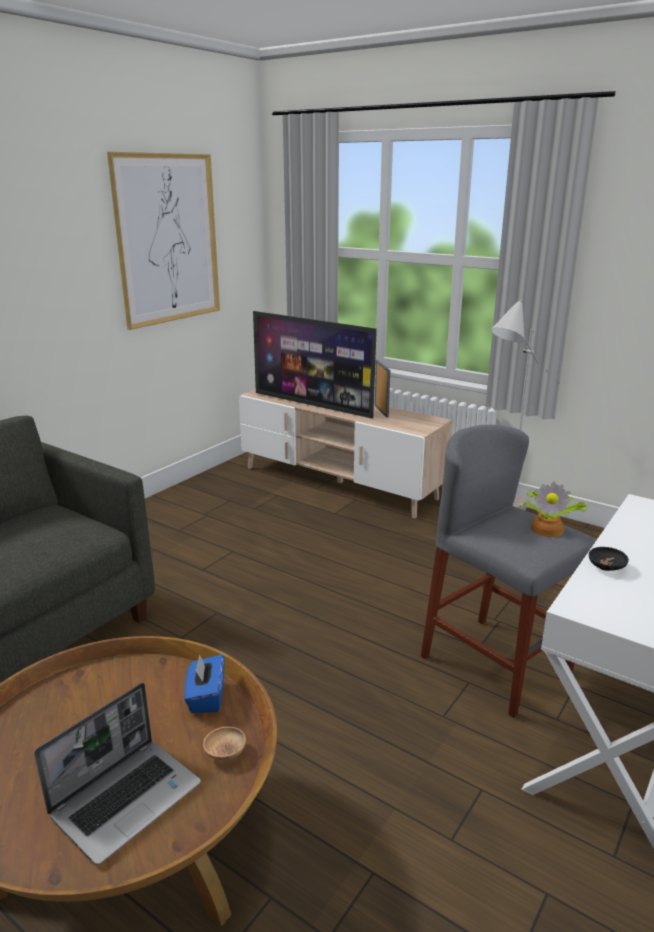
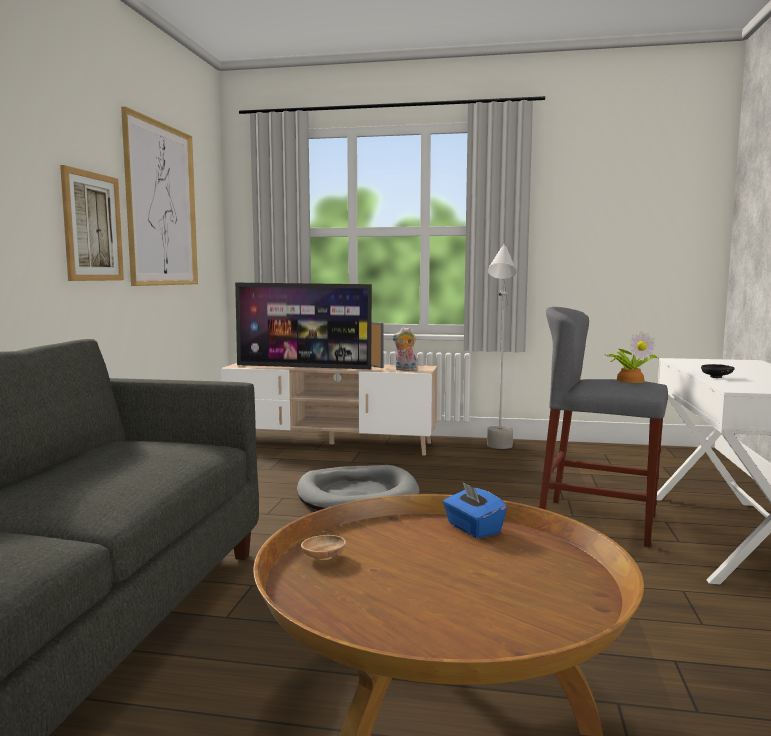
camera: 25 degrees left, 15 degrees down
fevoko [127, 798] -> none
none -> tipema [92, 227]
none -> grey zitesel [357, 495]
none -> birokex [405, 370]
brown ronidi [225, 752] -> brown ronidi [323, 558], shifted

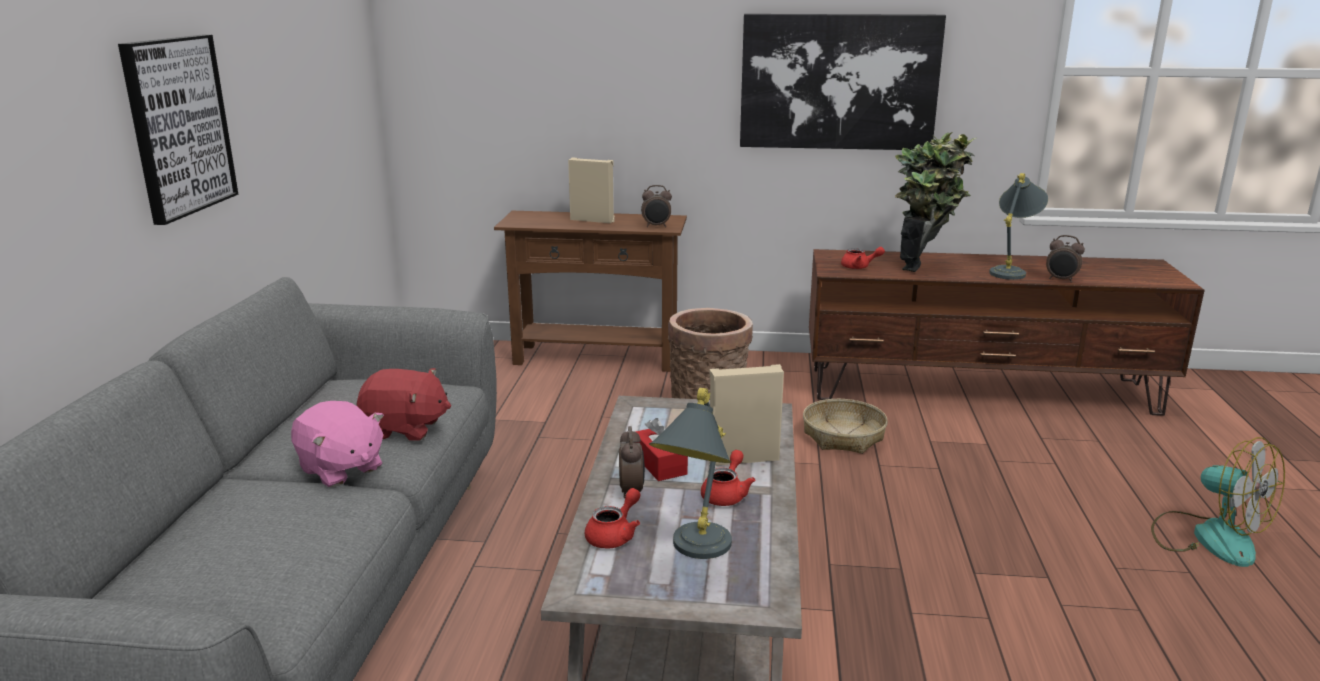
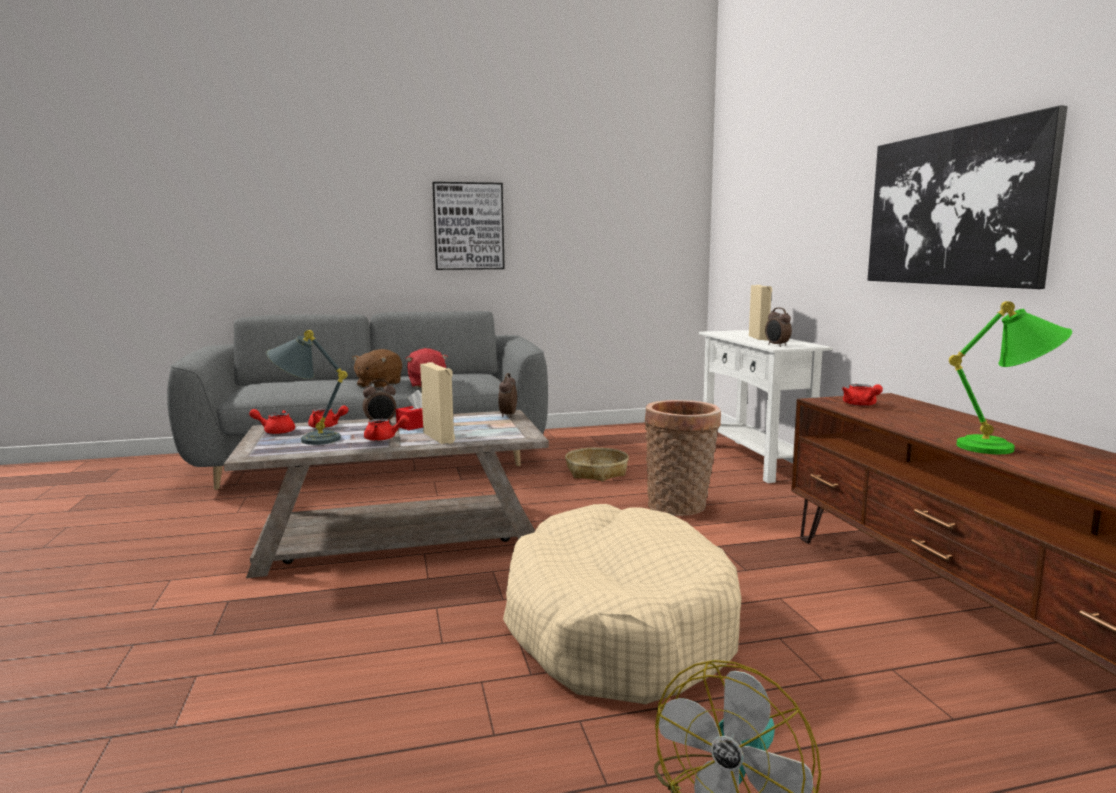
camera: 70 degrees right, 10 degrees down
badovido [924, 266] -> none
none -> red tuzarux [275, 431]
none -> beige zitesel [617, 626]
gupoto [843, 436] -> gupoto [597, 472], shifted
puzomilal [1061, 280] -> puzomilal [507, 415], shifted
pink birokex [340, 469] -> brown birokex [378, 385]
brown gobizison [596, 357] -> white gobizison [753, 460]
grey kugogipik [1011, 271] -> green kugogipik [1006, 449]

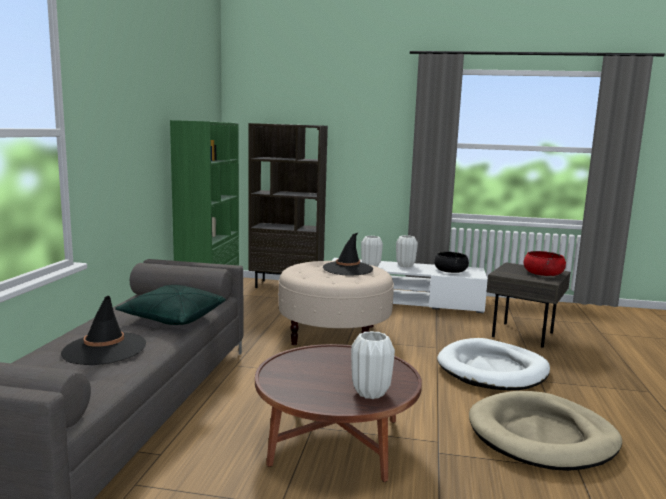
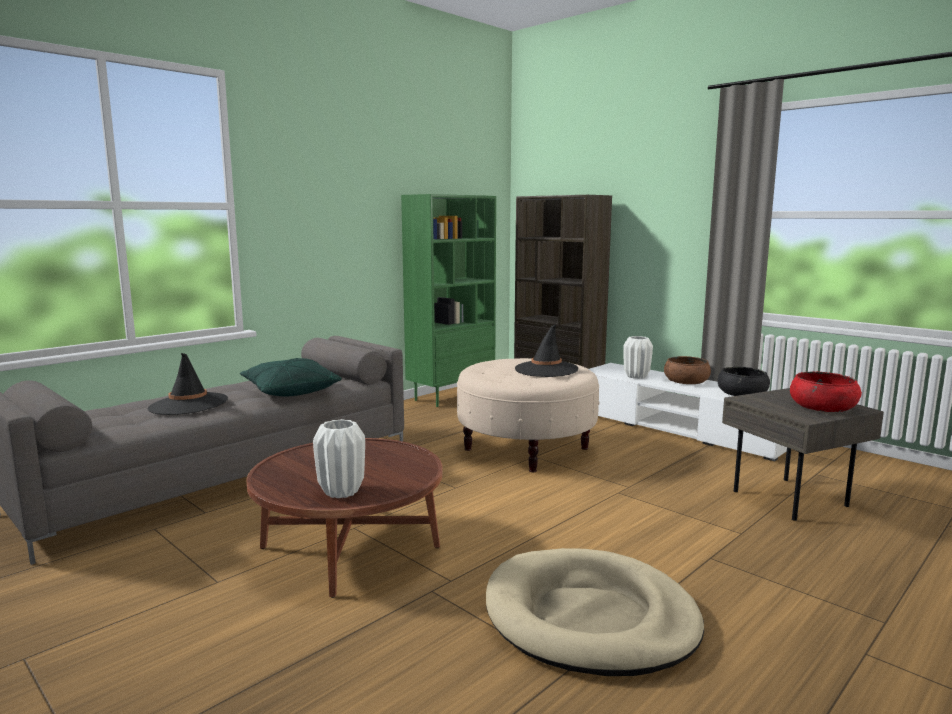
camera: 35 degrees right, 0 degrees up
white zitesel [492, 369] -> none
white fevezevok [405, 266] -> brown ronidi [686, 381]

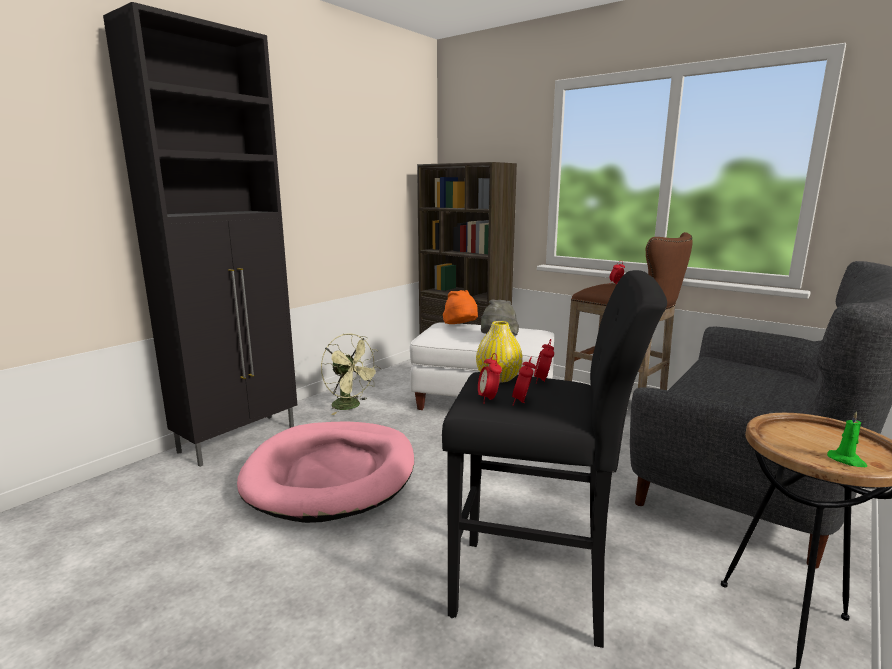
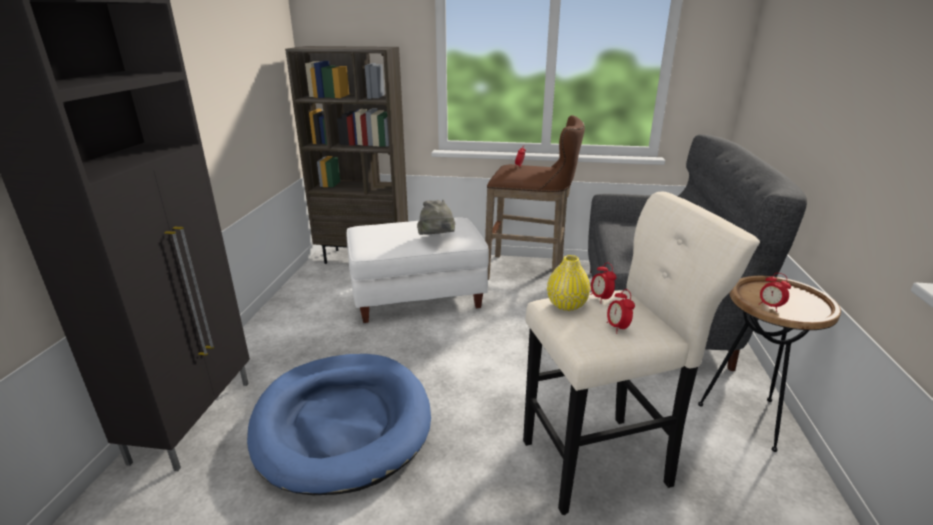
camera: 30 degrees left, 10 degrees up
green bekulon [351, 406] -> none
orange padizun [461, 327] -> none
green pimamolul [847, 460] -> none
puzomilal [488, 399] -> puzomilal [770, 306], shifted
pink zitesel [331, 474] -> blue zitesel [342, 423]
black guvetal [538, 590] -> beige guvetal [602, 461]

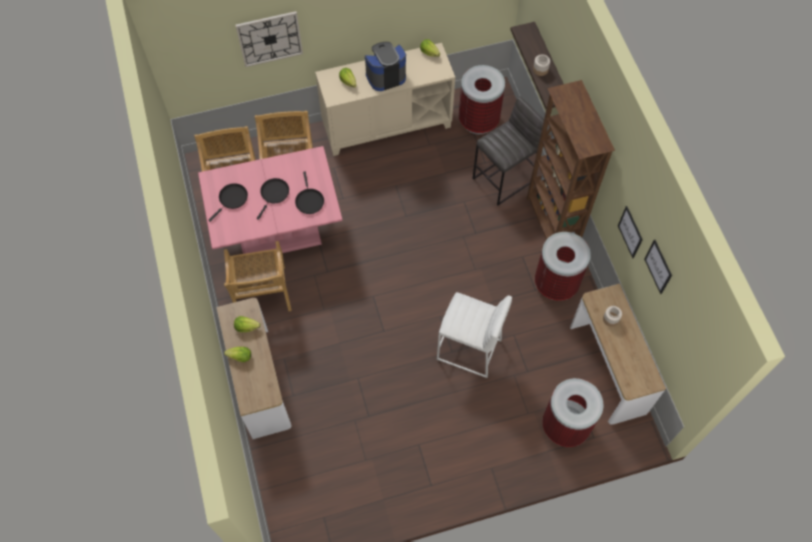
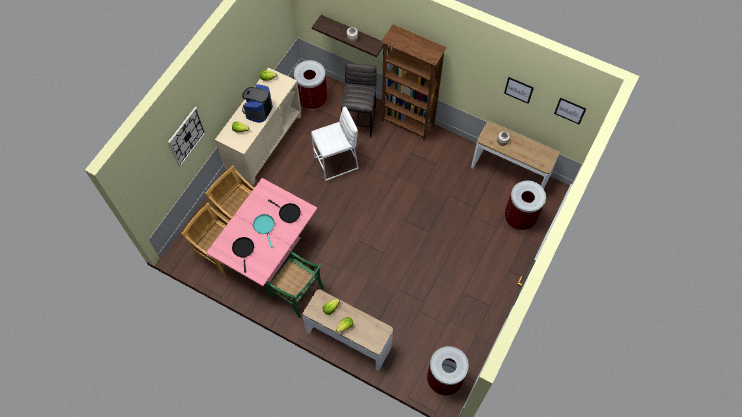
camera: 45 degrees left, 0 degrees up
white guvetal [469, 350] -> white guvetal [337, 163], shifted
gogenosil [555, 284] -> gogenosil [444, 379], shifted
tipema [630, 232] -> tipema [570, 110], shifted
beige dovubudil [262, 294] -> green dovubudil [297, 293]
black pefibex [274, 194] -> turquoise pefibex [264, 226]

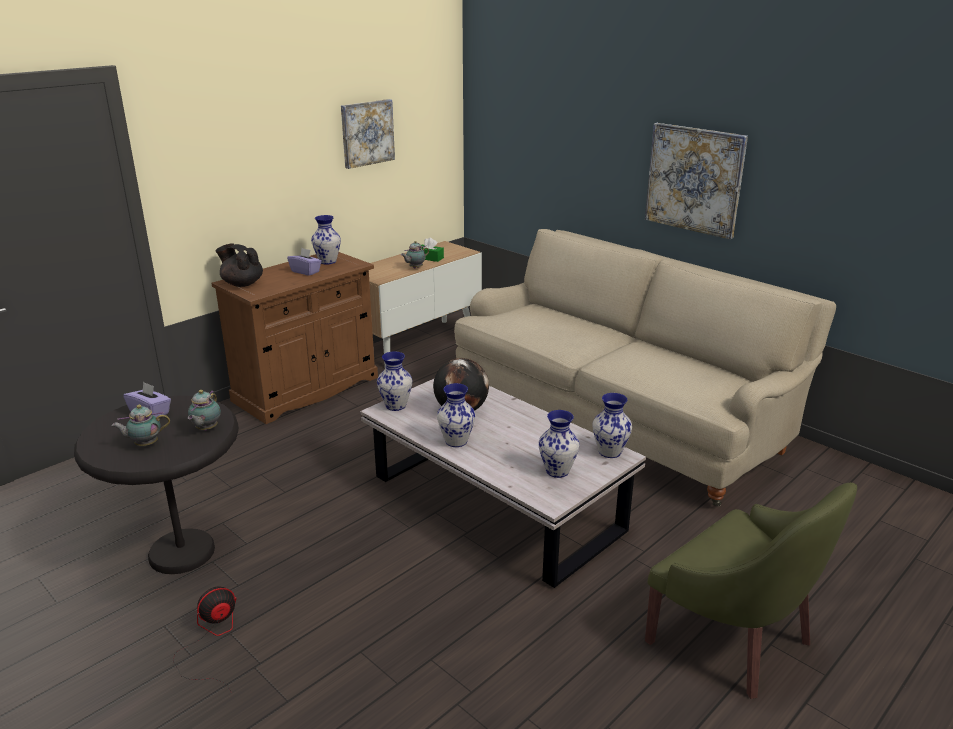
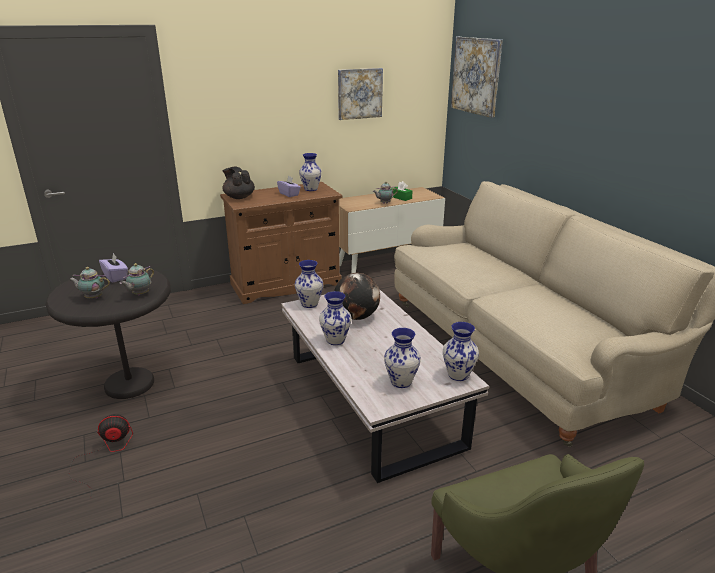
camera: 20 degrees right, 0 degrees up
tipema [694, 179] -> tipema [476, 76], shifted

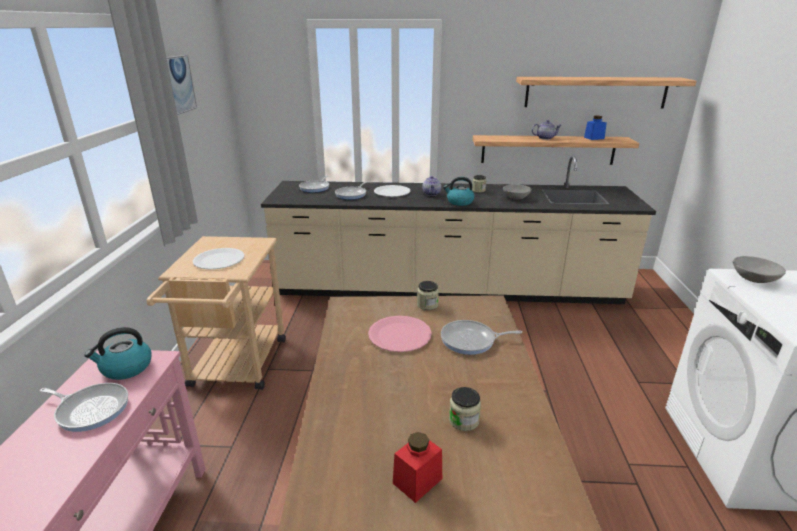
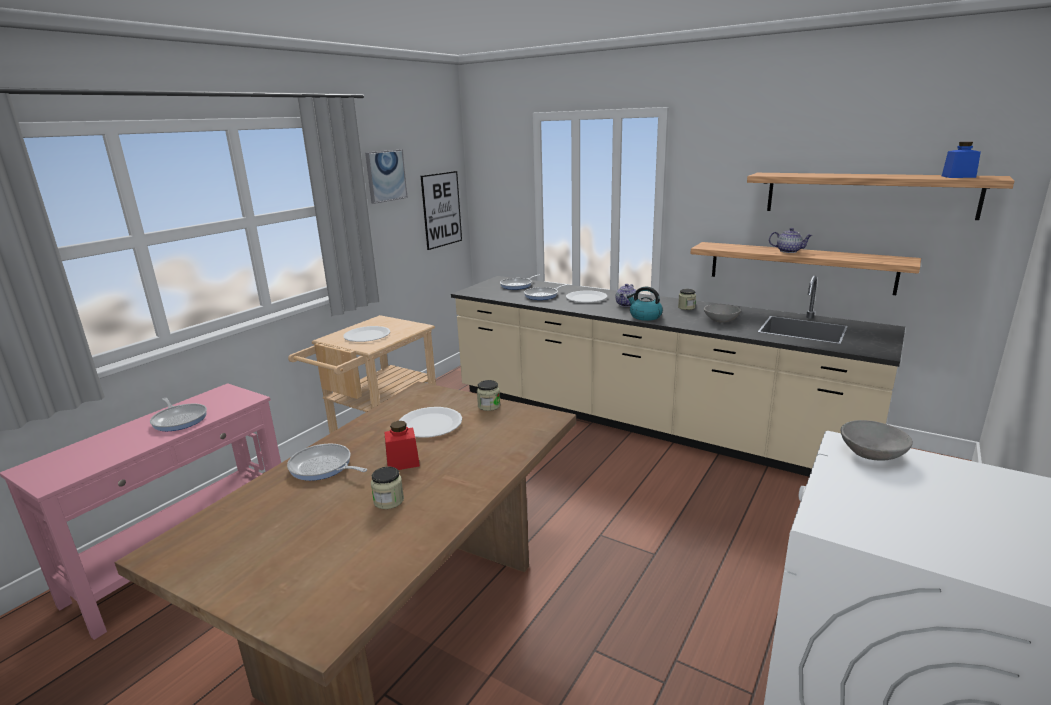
camera: 30 degrees right, 5 degrees down
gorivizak [126, 368] -> none
none -> tipema [441, 209]
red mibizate [417, 481] -> red mibizate [403, 462], shifted
pefibex [471, 341] -> pefibex [323, 467], shifted
blue mibizate [594, 138] -> blue mibizate [958, 176], shifted
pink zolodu [399, 335] -> white zolodu [430, 424]

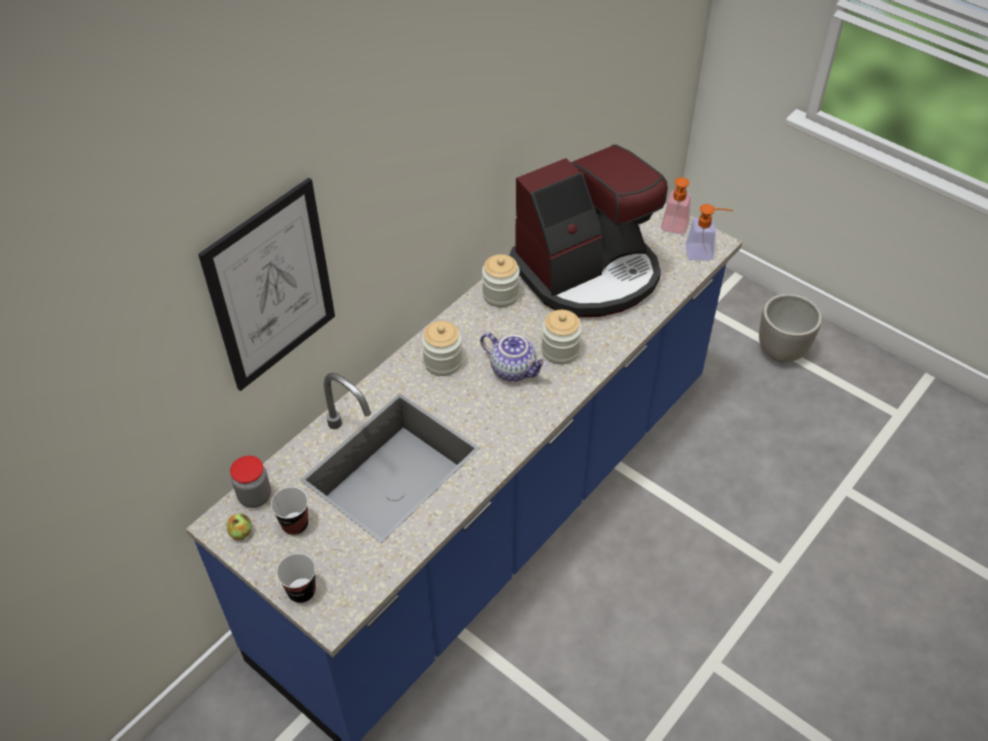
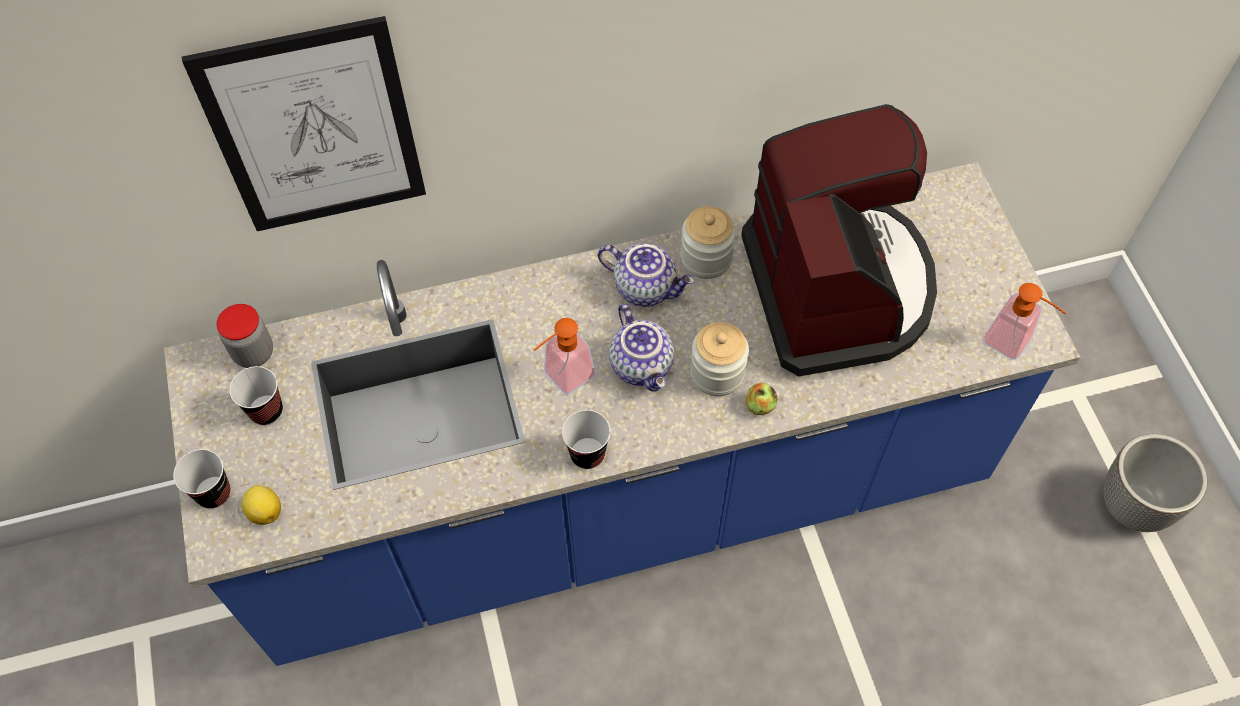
camera: 35 degrees right, 10 degrees up
mibizate [443, 362] -> none
none -> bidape [265, 511]
none -> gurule [587, 454]
none -> tuzarux [646, 287]
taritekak [241, 532] -> taritekak [759, 406], shifted
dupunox [673, 229] -> dupunox [562, 378], shifted
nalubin [588, 273] -> nalubin [837, 288], 105 degrees counterclockwise

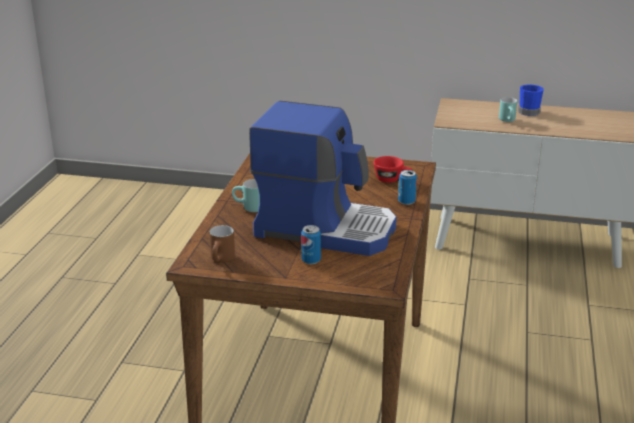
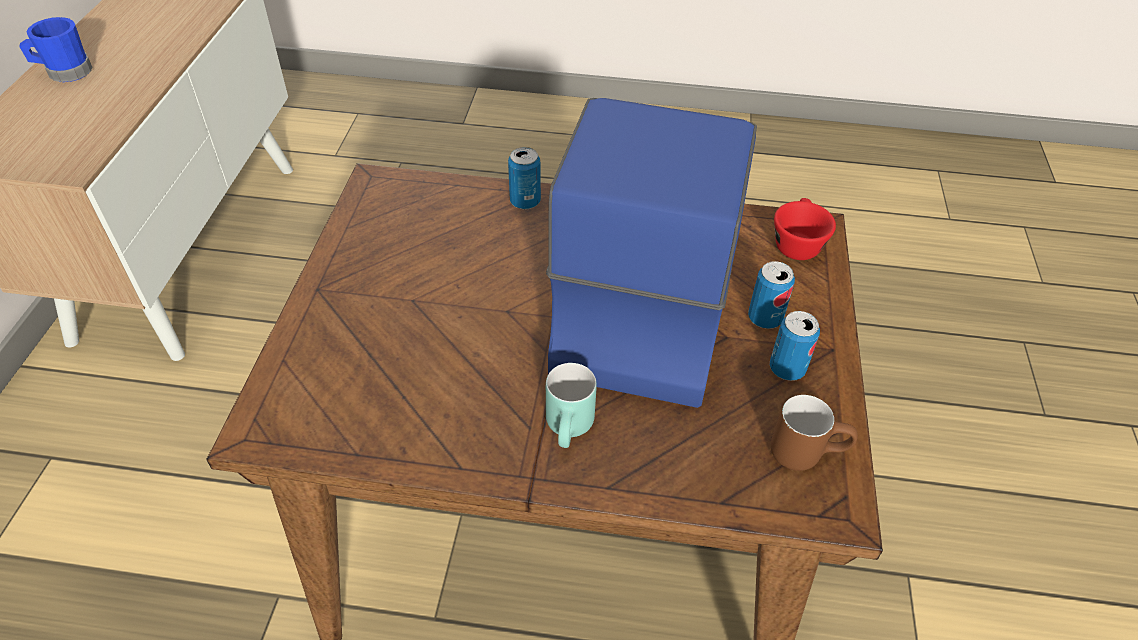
camera: 95 degrees left, 20 degrees up
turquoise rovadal [509, 121] -> none
none -> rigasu [787, 369]
red gurule [392, 179] -> red gurule [796, 242], shifted

